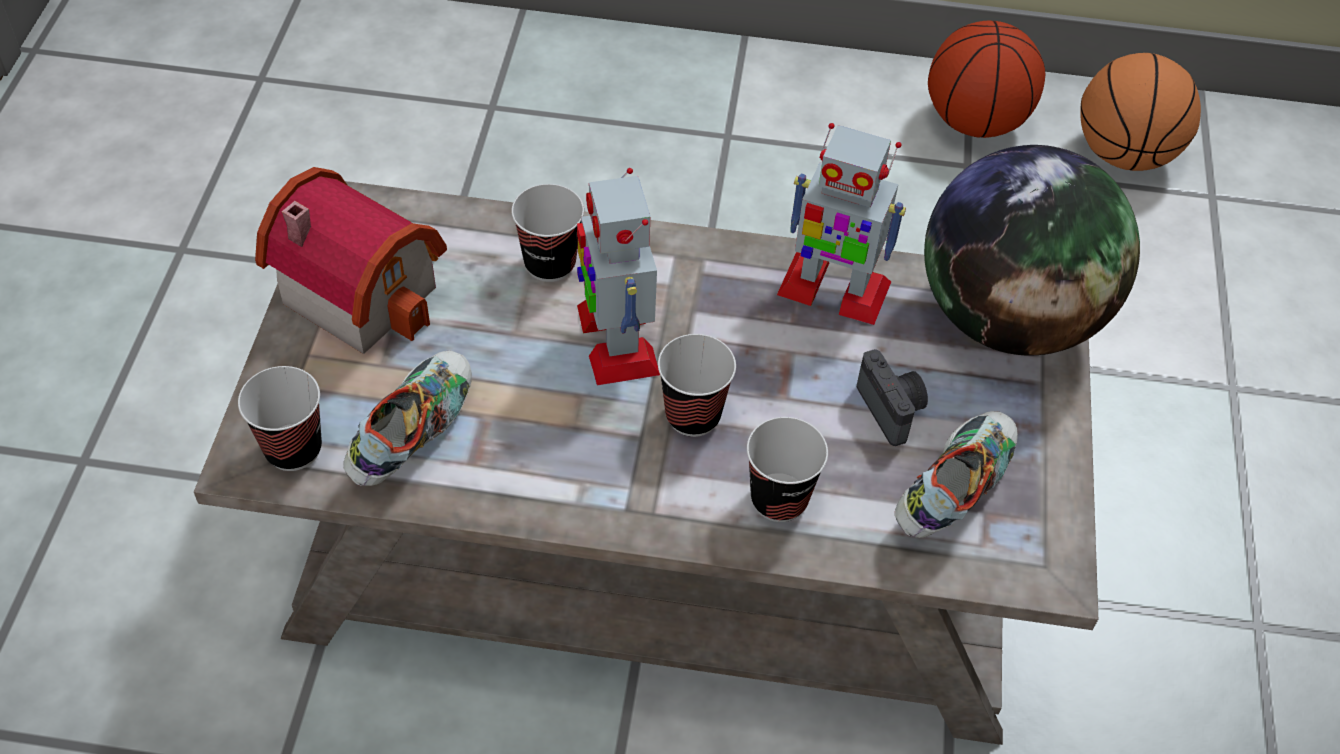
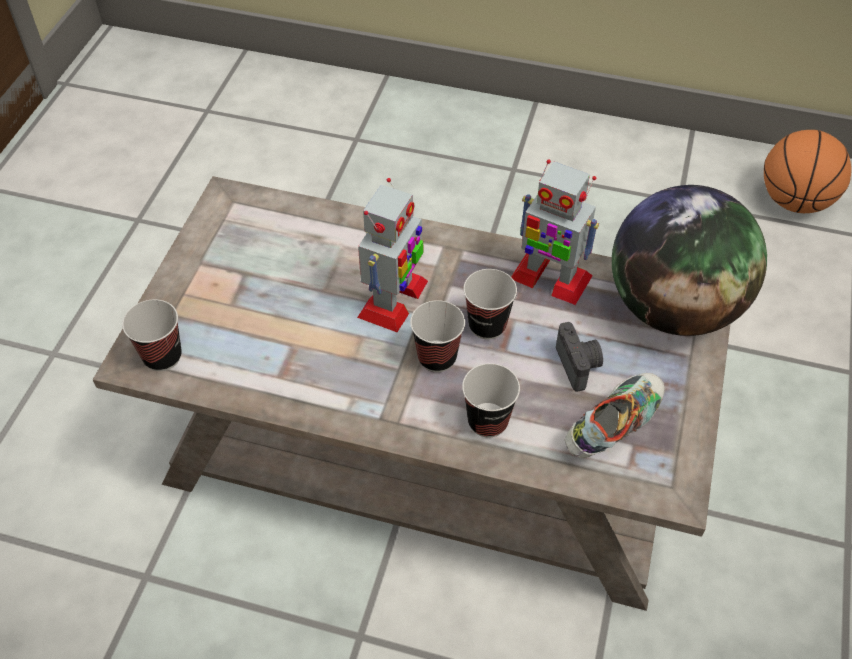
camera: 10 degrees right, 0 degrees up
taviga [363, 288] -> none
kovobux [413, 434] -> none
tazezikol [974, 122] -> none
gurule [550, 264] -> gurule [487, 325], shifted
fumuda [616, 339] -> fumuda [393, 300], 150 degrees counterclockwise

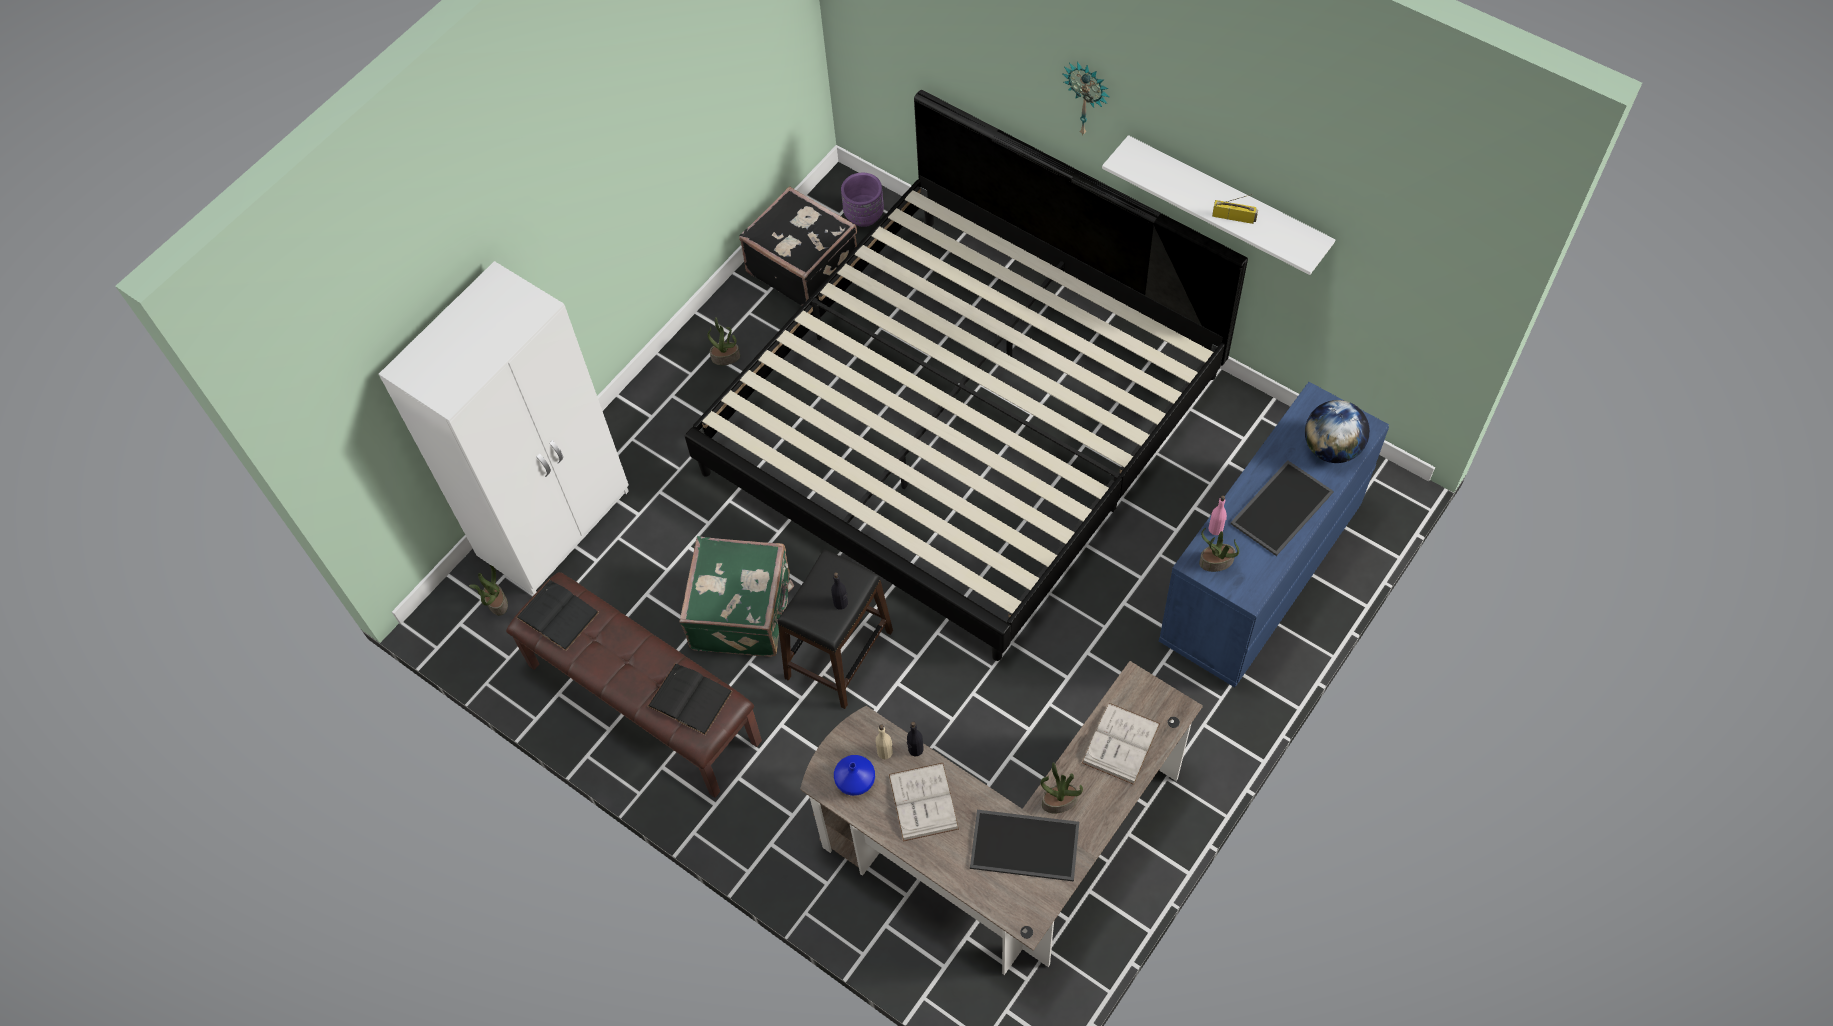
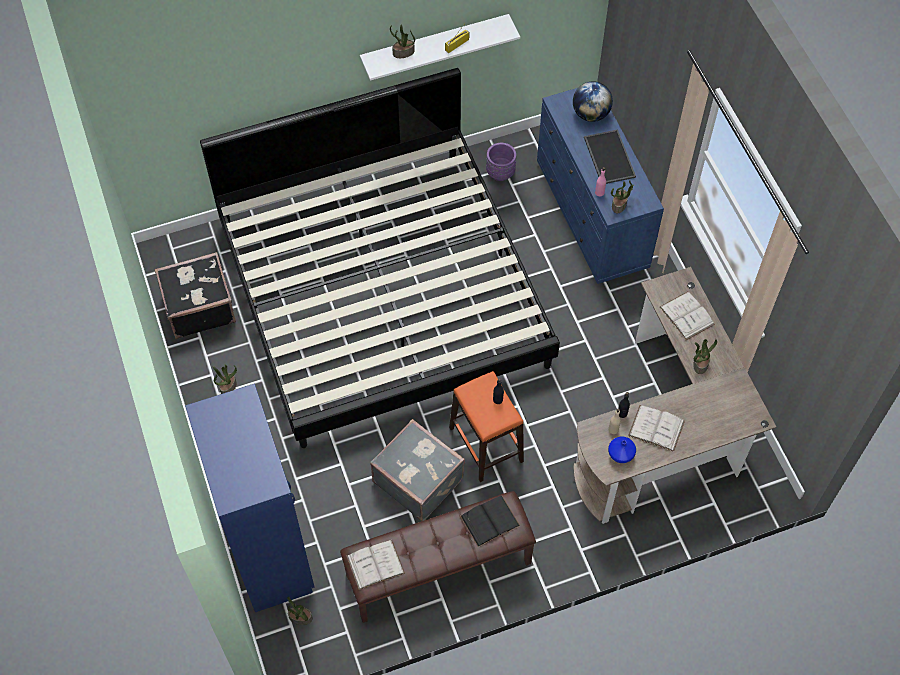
camera: 60 degrees left, 0 degrees up
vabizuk [1026, 844] -> none
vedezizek [1087, 98] -> none
none -> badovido [403, 53]
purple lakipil [864, 215] -> purple lakipil [500, 172], shifted
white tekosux [556, 523] -> blue tekosux [270, 551]
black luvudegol [557, 614] -> white luvudegol [375, 564]
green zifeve [743, 612] -> grey zifeve [418, 479]
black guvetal [838, 654] -> orange guvetal [485, 445]

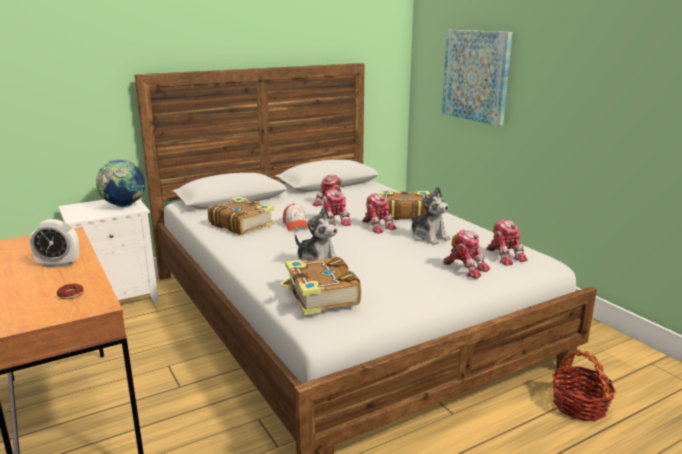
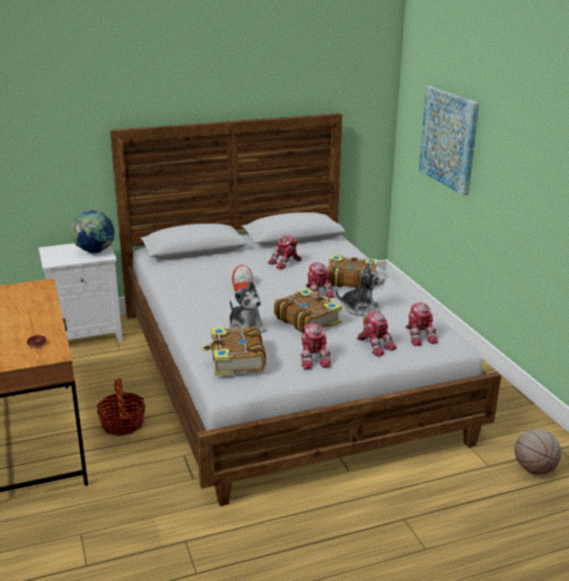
camera: 10 degrees right, 5 degrees up
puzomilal [58, 264] -> none
none -> tazezikol [534, 469]
luvudegol [241, 224] -> luvudegol [307, 319], shifted
fumuda [335, 221] -> fumuda [314, 358], shifted
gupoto [579, 405] -> gupoto [122, 424], shifted
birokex [428, 237] -> birokex [360, 309], 60 degrees counterclockwise

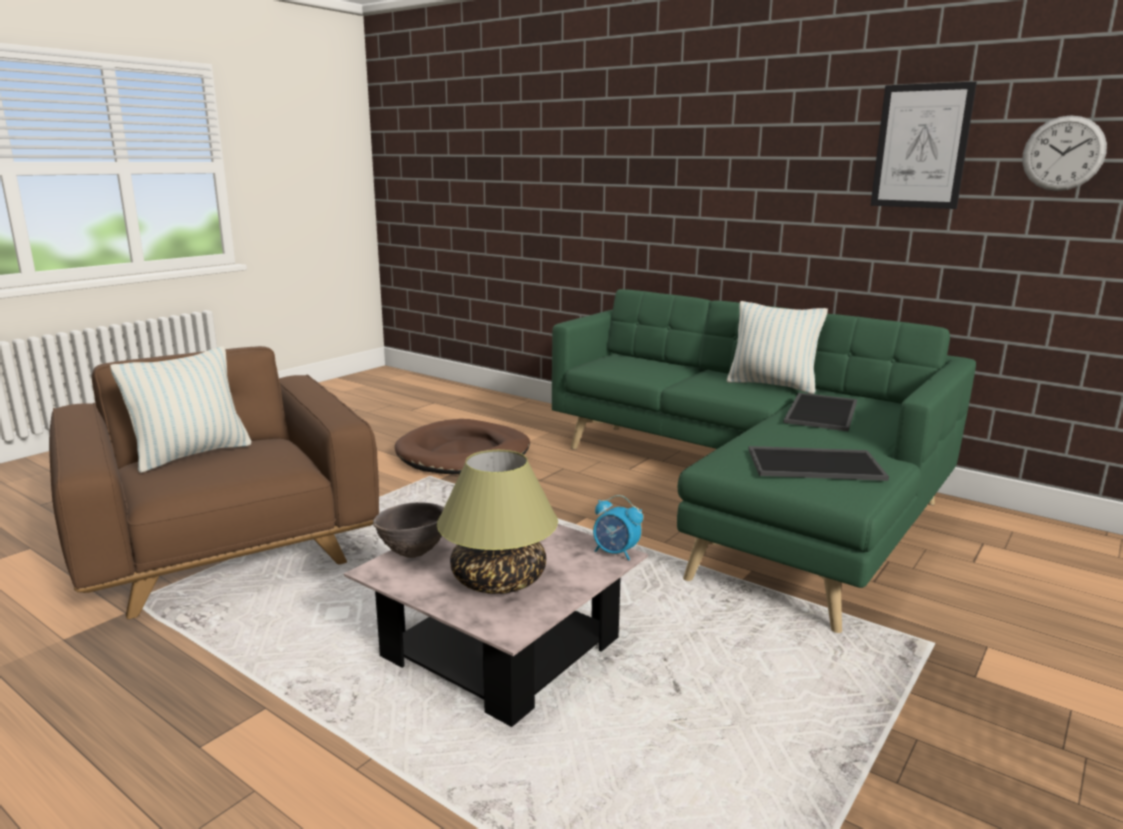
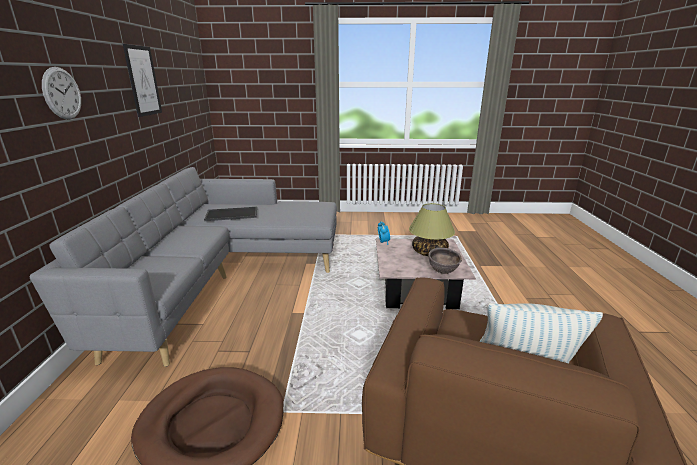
camera: 125 degrees left, 5 degrees up
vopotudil [772, 385] -> none
vabizuk [815, 464] -> none
vedezizek [1063, 153] -> vedezizek [62, 93], shifted
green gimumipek [752, 497] -> grey gimumipek [226, 277]

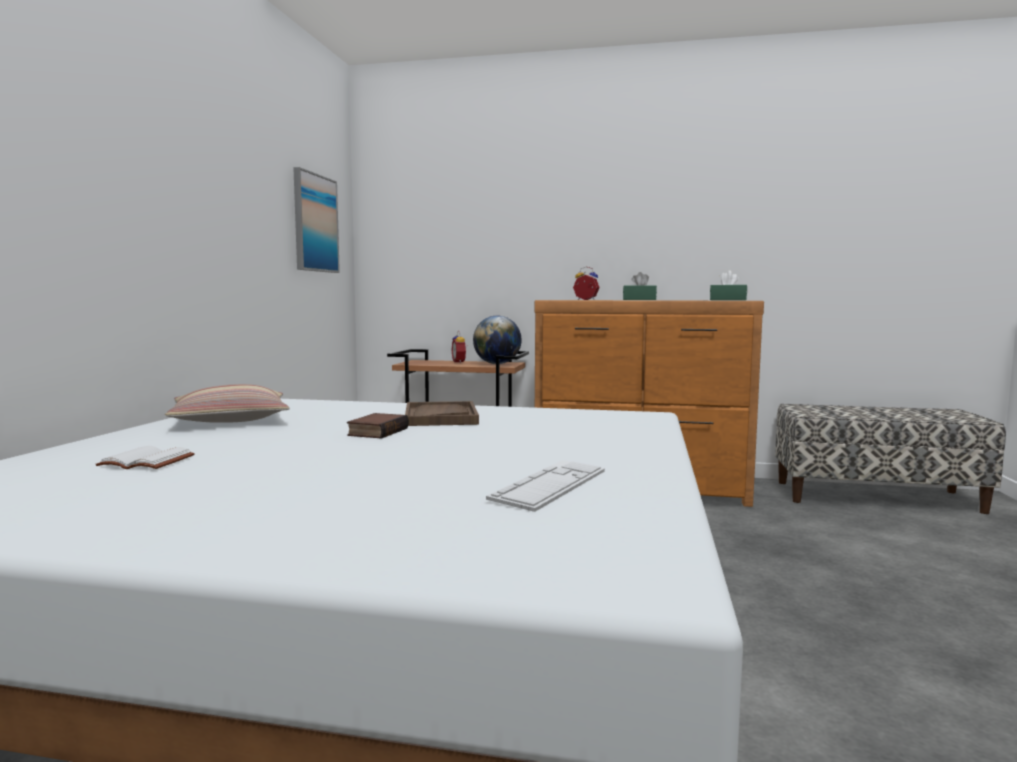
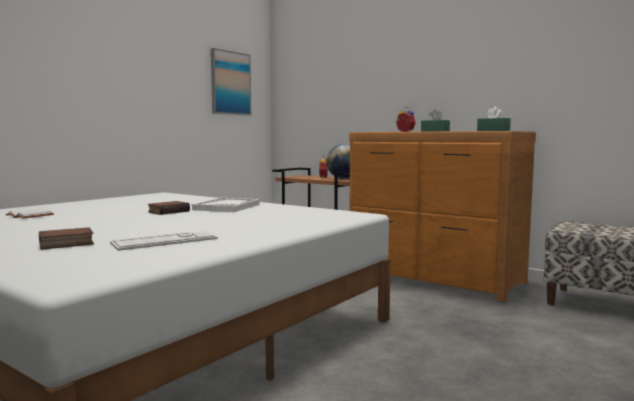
camera: 25 degrees right, 0 degrees up
vopotudil [230, 420] -> none
none -> luvudegol [65, 244]
brown vabizuk [440, 417] -> white vabizuk [227, 207]

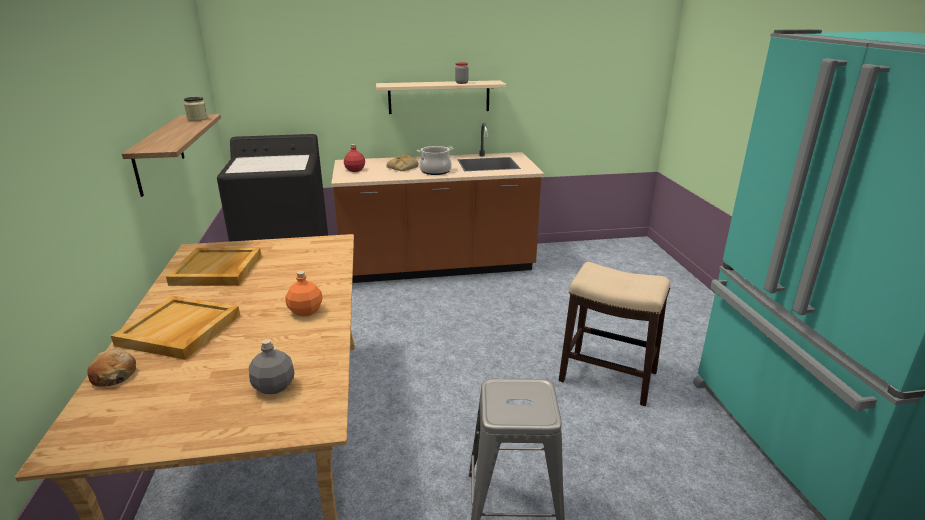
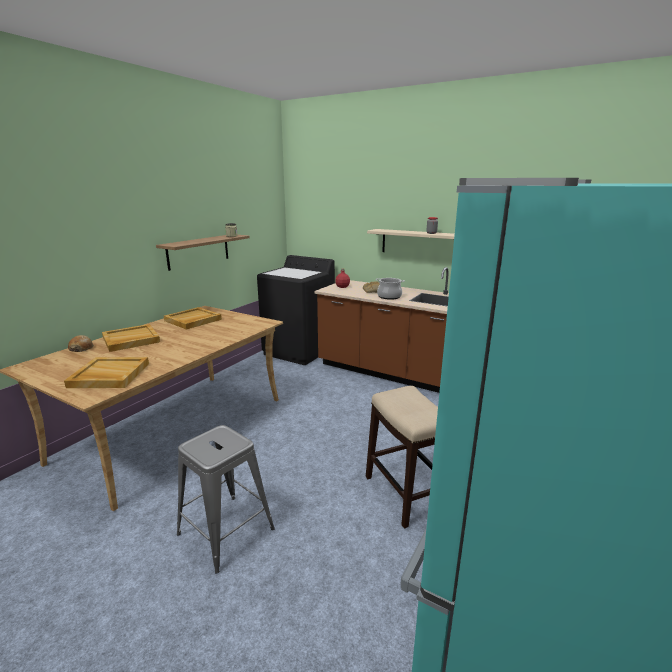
camera: 40 degrees right, 5 degrees down
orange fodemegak [306, 311] -> none
grey fodemegak [273, 387] -> beige vabizuk [109, 375]

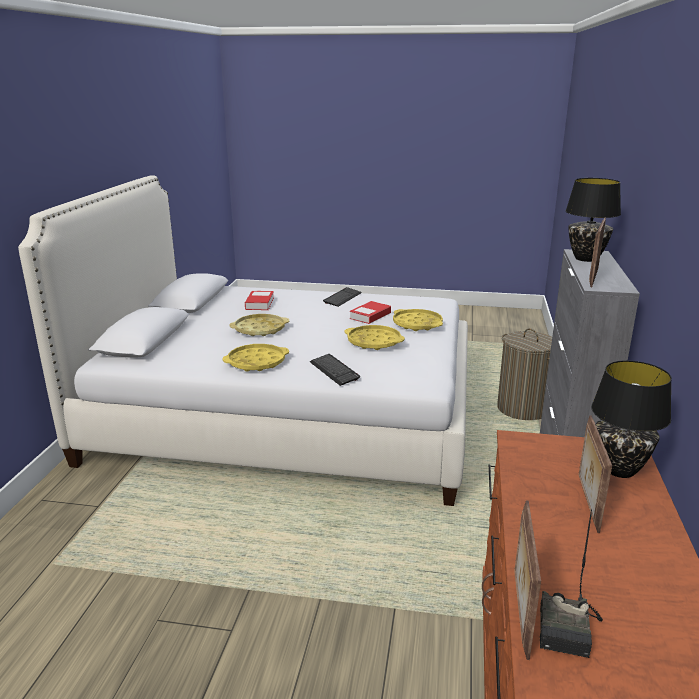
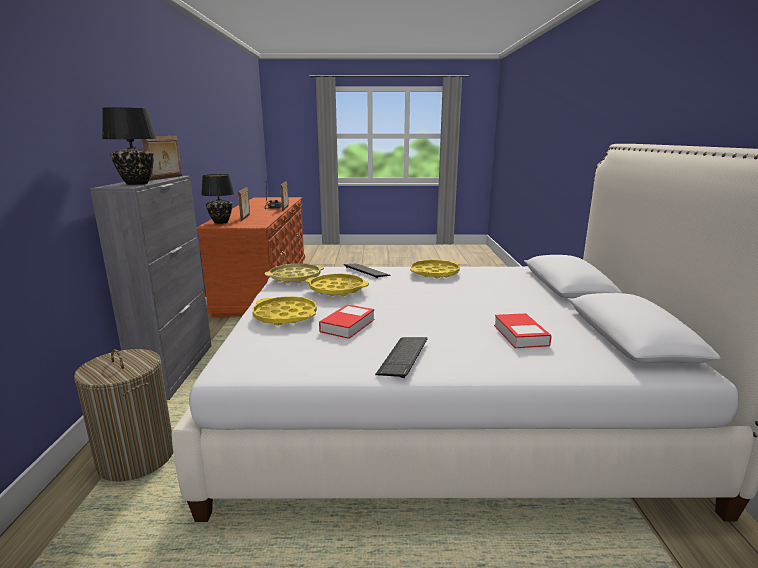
camera: 170 degrees right, 5 degrees down
yellow vabizuk [259, 329] -> yellow vabizuk [295, 277], shifted

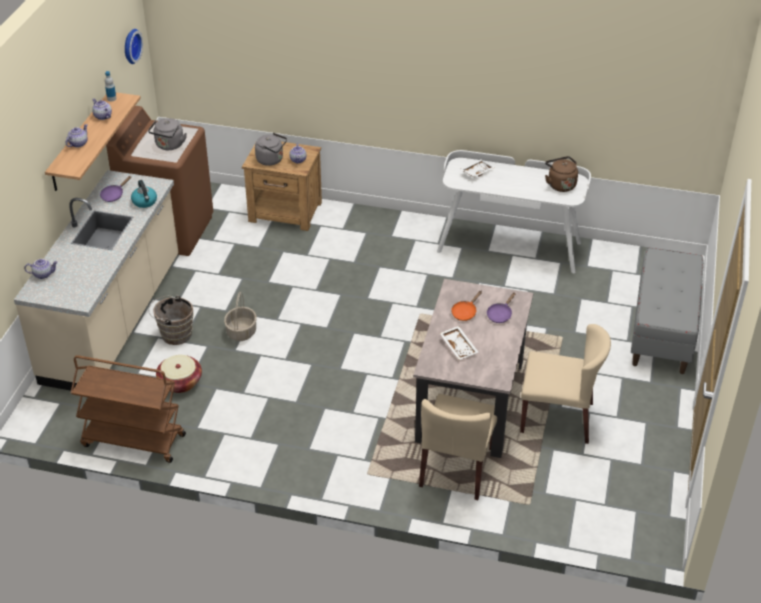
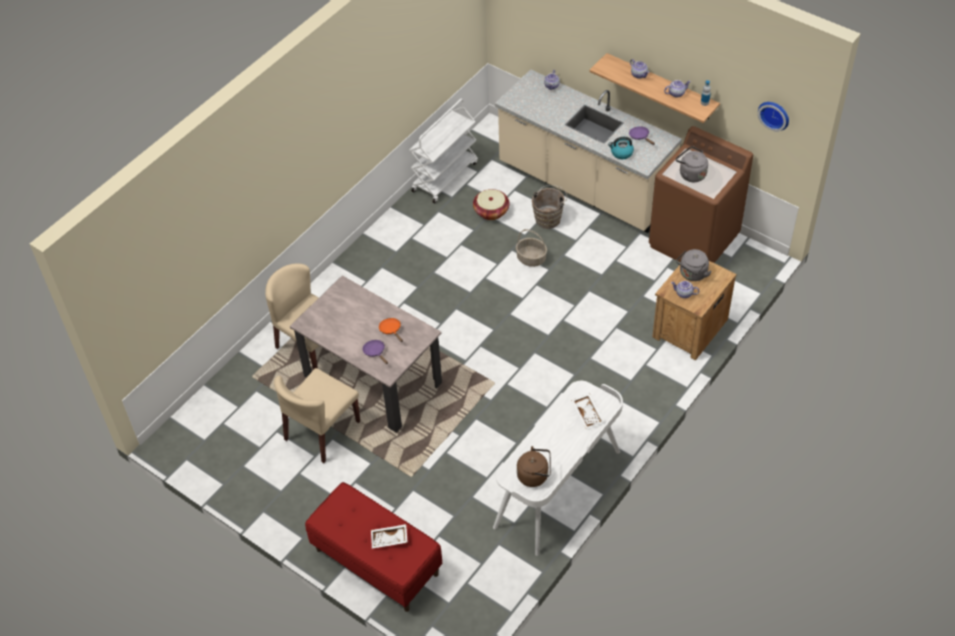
camera: 115 degrees right, 10 degrees up
white vabizuk [459, 346] -> white vabizuk [389, 539], shifted
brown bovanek [132, 440] -> white bovanek [444, 176]
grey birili [662, 331] -> red birili [376, 562]

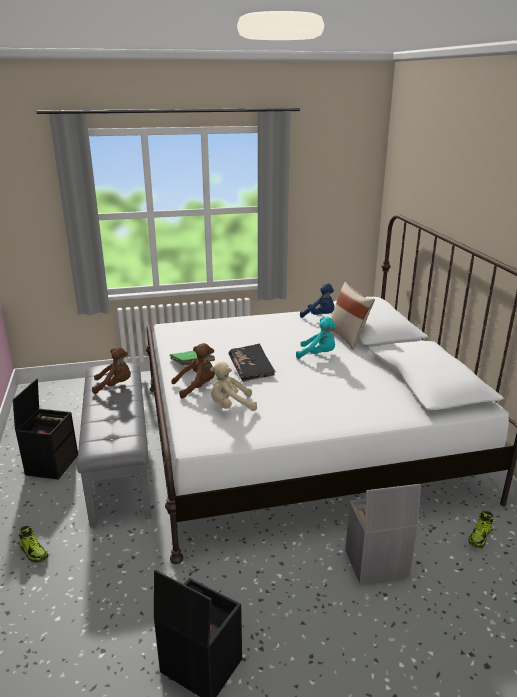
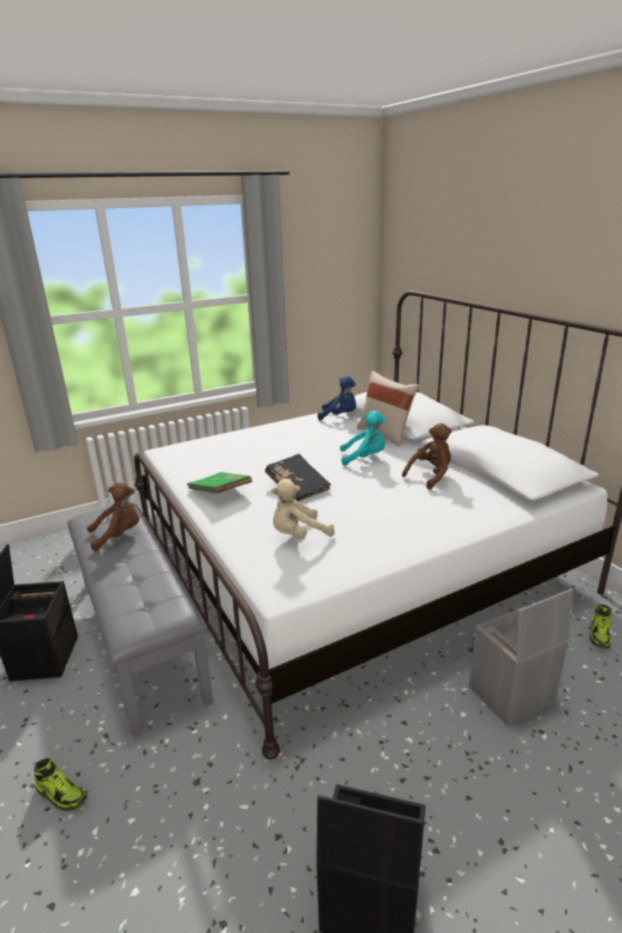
camera: 15 degrees left, 0 degrees up
brown birokex [197, 387] -> brown birokex [430, 476], shifted

